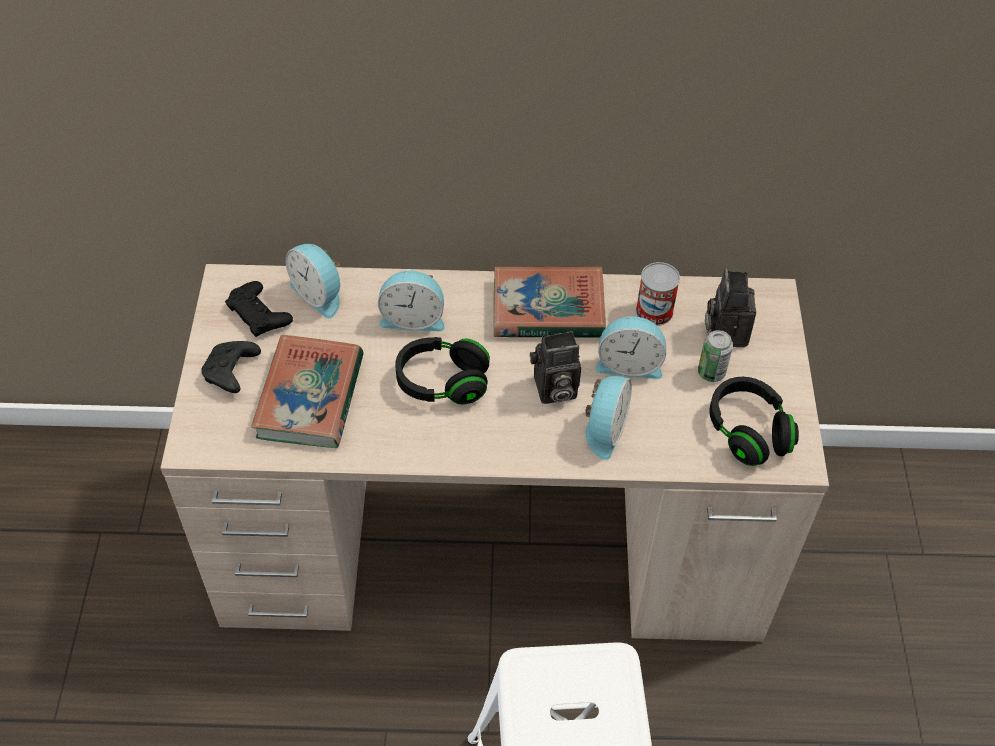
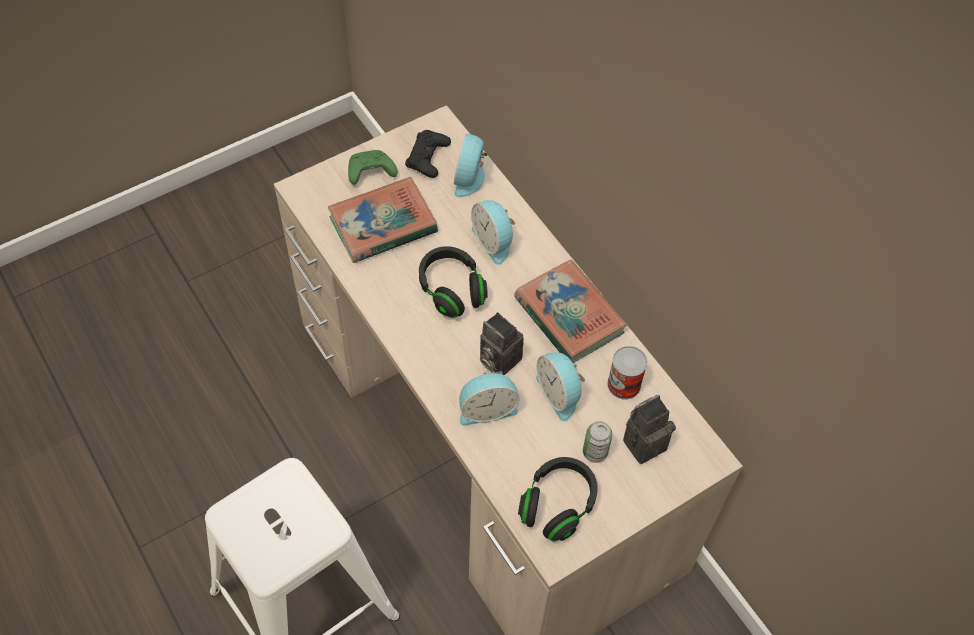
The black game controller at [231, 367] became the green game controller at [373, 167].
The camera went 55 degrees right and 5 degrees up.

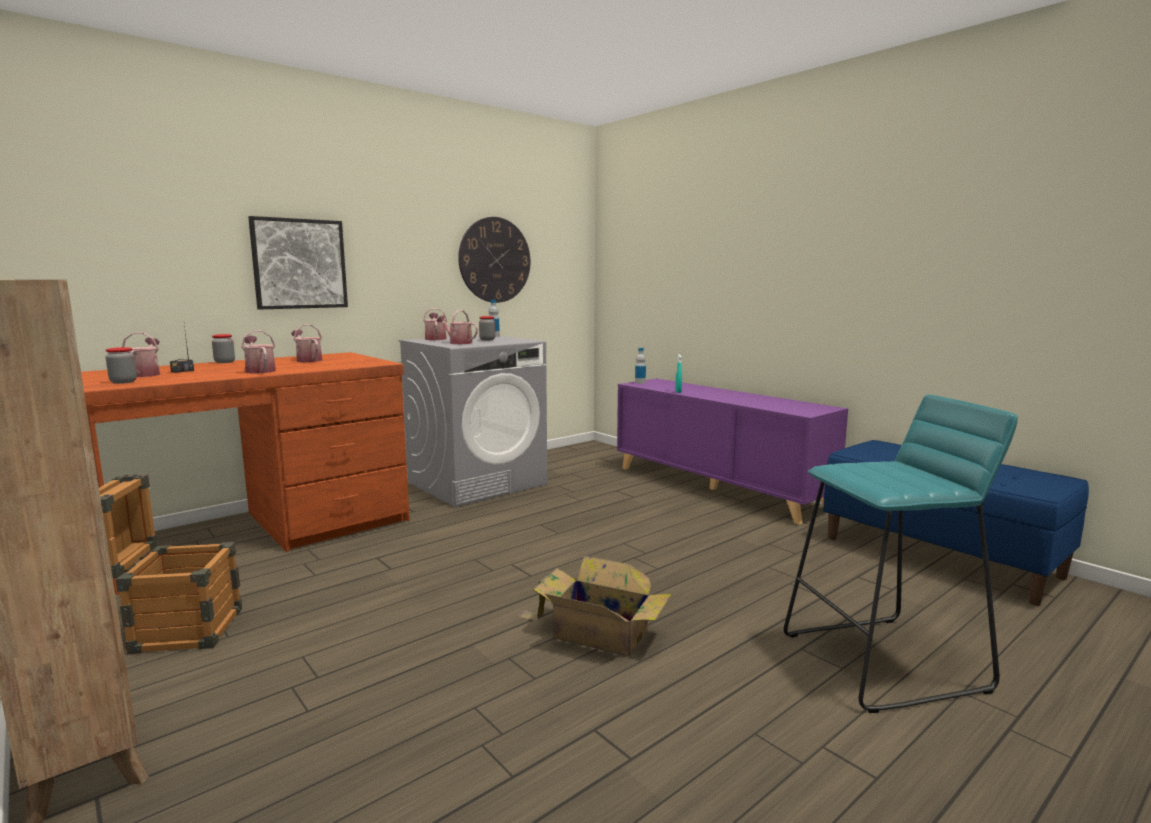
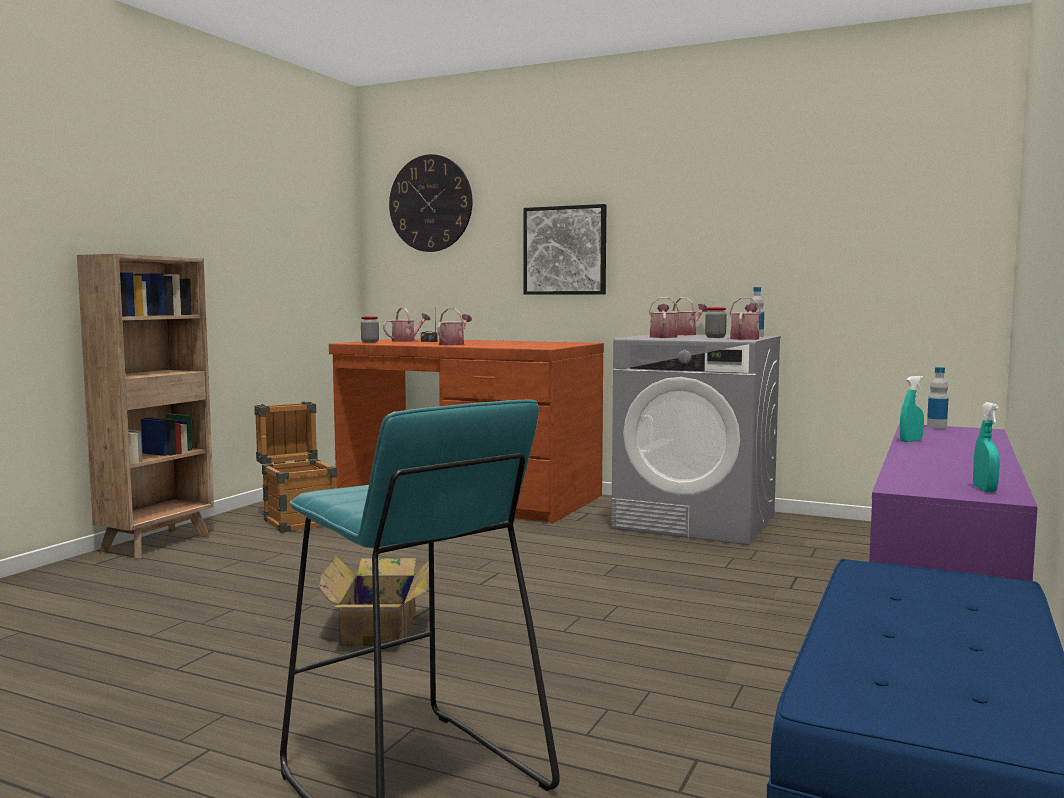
The wall clock moved from [494, 260] to [430, 203].
The watering can moved from [306, 343] to [745, 318].
The turquoise spray bottle at [986, 447] appeared.
The jar at [223, 348] disappeared.
The camera went 65 degrees right and 5 degrees down.

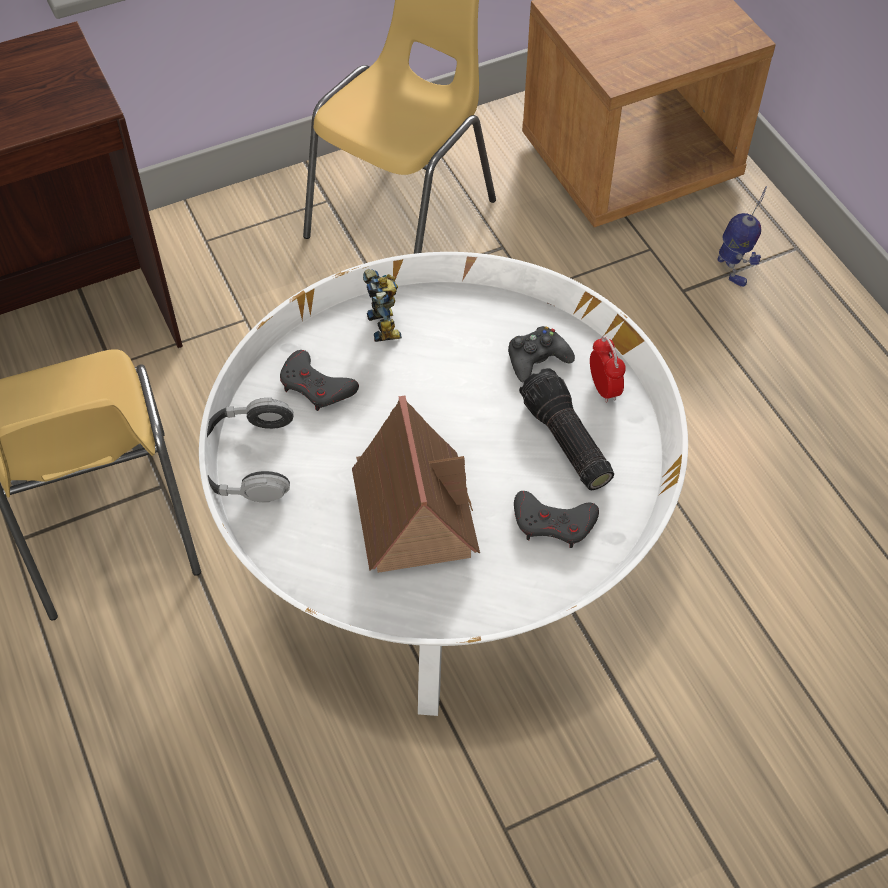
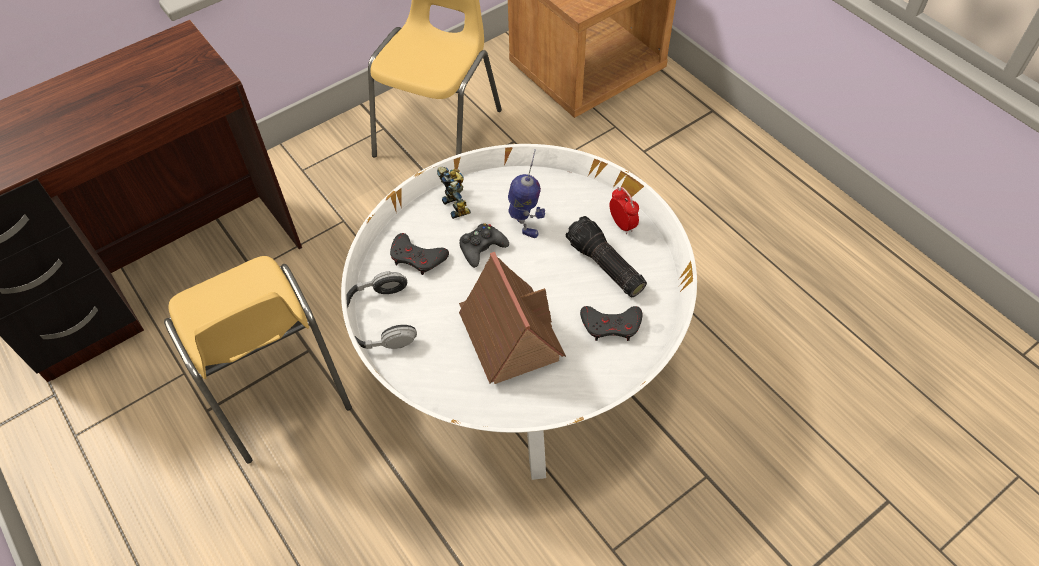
The black game controller moved from [541, 354] to [484, 245].
The toy robot moved from [742, 236] to [526, 193].
The camera went 10 degrees left and 0 degrees up.

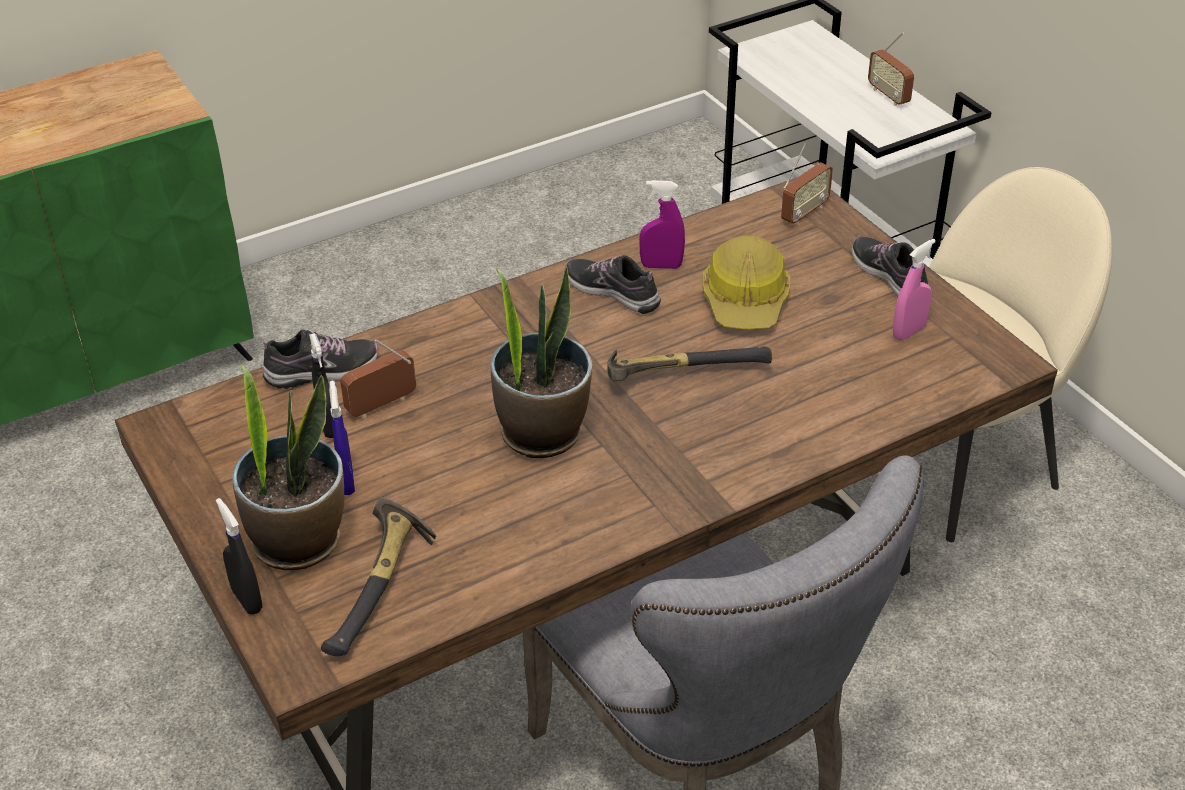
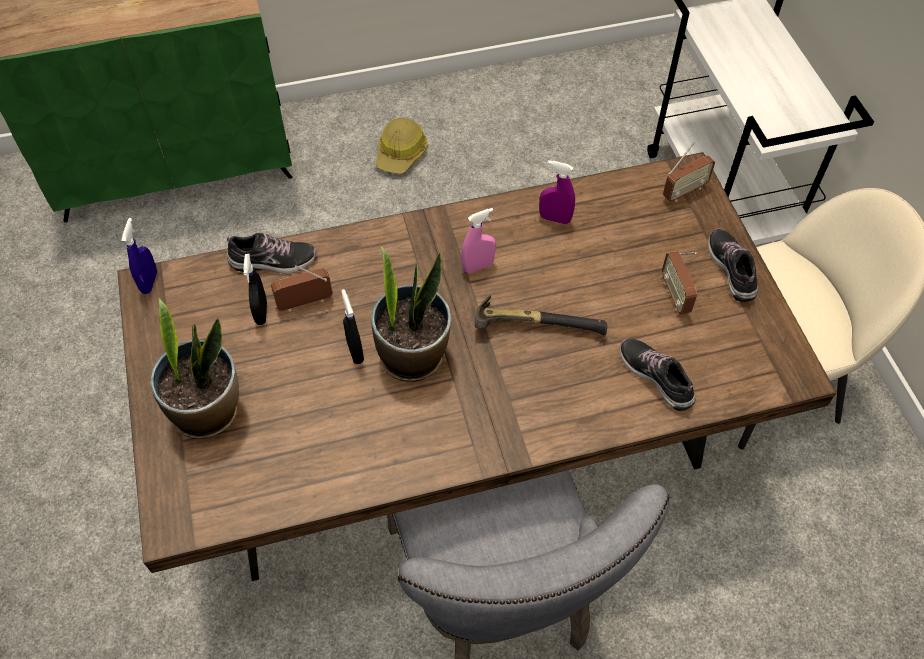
The blue spray bottle moved from [342, 438] to [139, 256].
The black spray bottle moved from [239, 556] to [352, 326].
The hard hat moved from [746, 282] to [402, 146].
The pink spray bottle moved from [914, 289] to [478, 240].
The shoe moved from [613, 284] to [657, 375].
The radio moved from [891, 69] to [679, 282].
The hammer at [378, 576] disappeared.
The camera went 15 degrees right and 15 degrees up.

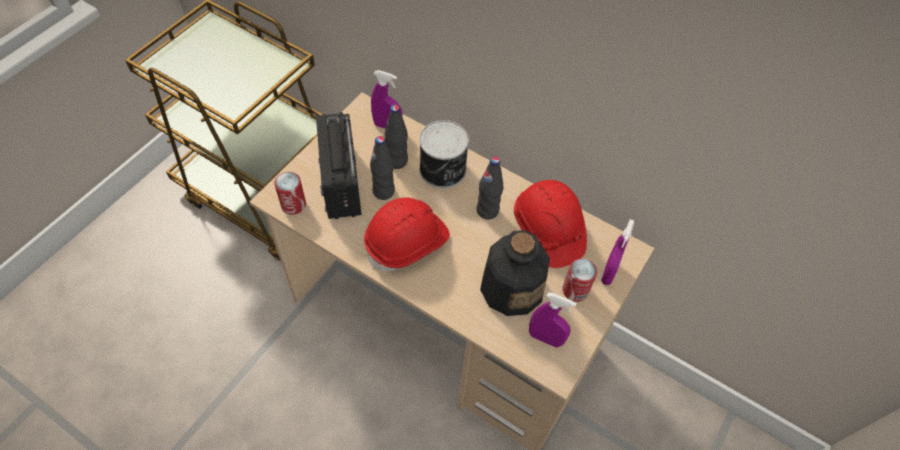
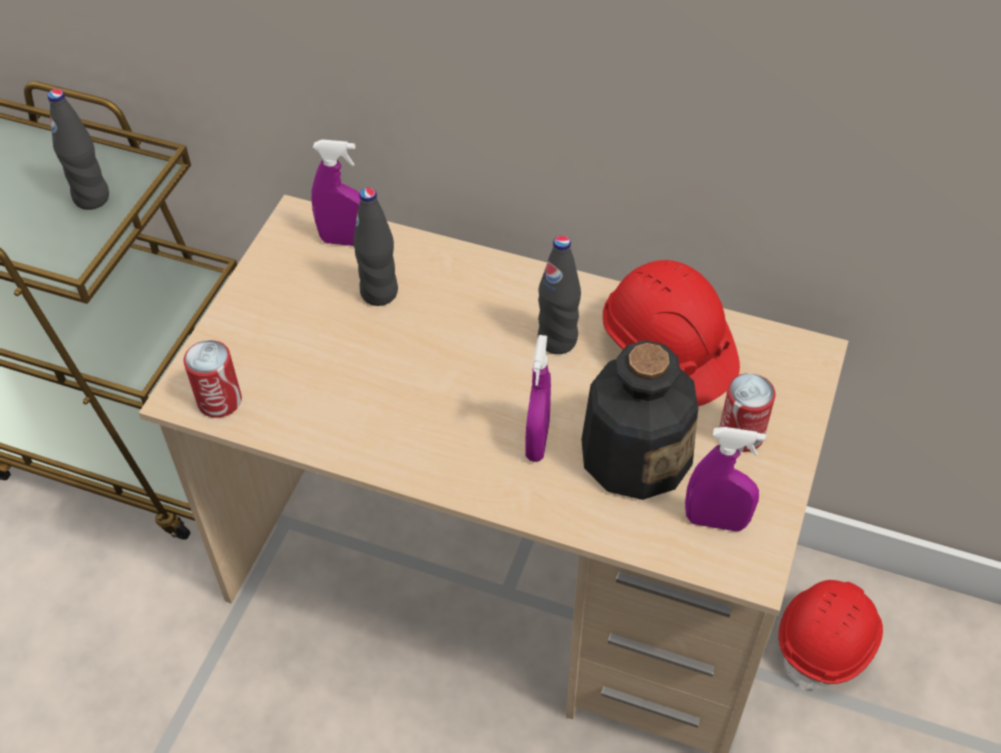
The black bottle moved from [382, 168] to [78, 149].
The purple spray bottle moved from [617, 252] to [538, 398].
The red hard hat moved from [407, 234] to [830, 635].
The radio at [339, 165] disappeared.
The can at [444, 154] disappeared.
The camera went 10 degrees left and 5 degrees down.

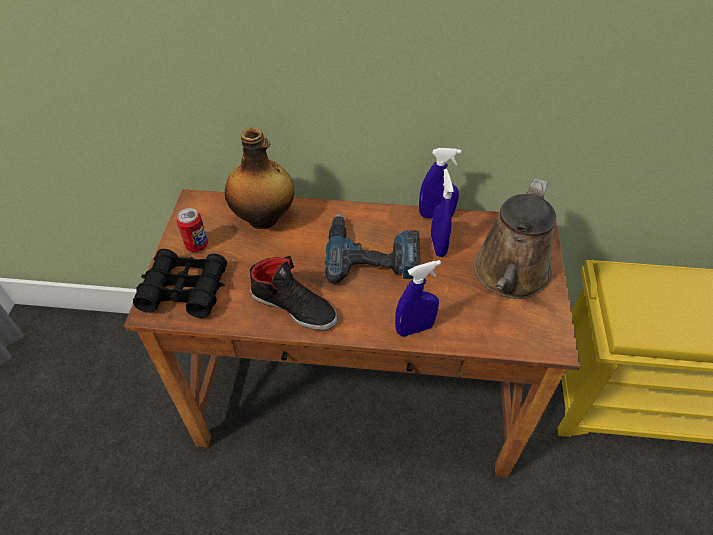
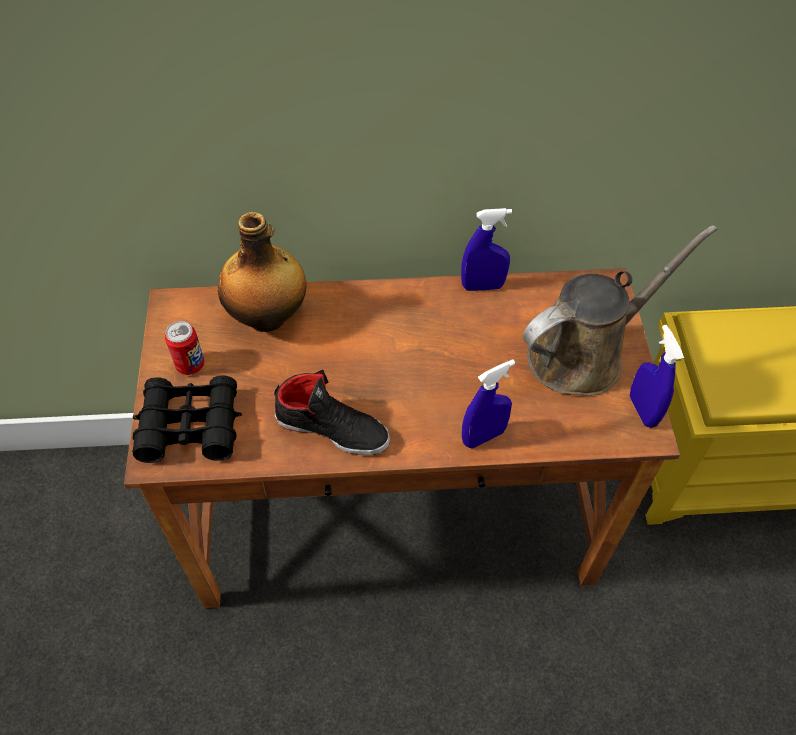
The brown watering can at [515, 238] turned 135 degrees counterclockwise.
The blue spray bottle moved from [442, 213] to [657, 376].
The power drill at [372, 248] disappeared.
The camera went 10 degrees left and 5 degrees up.

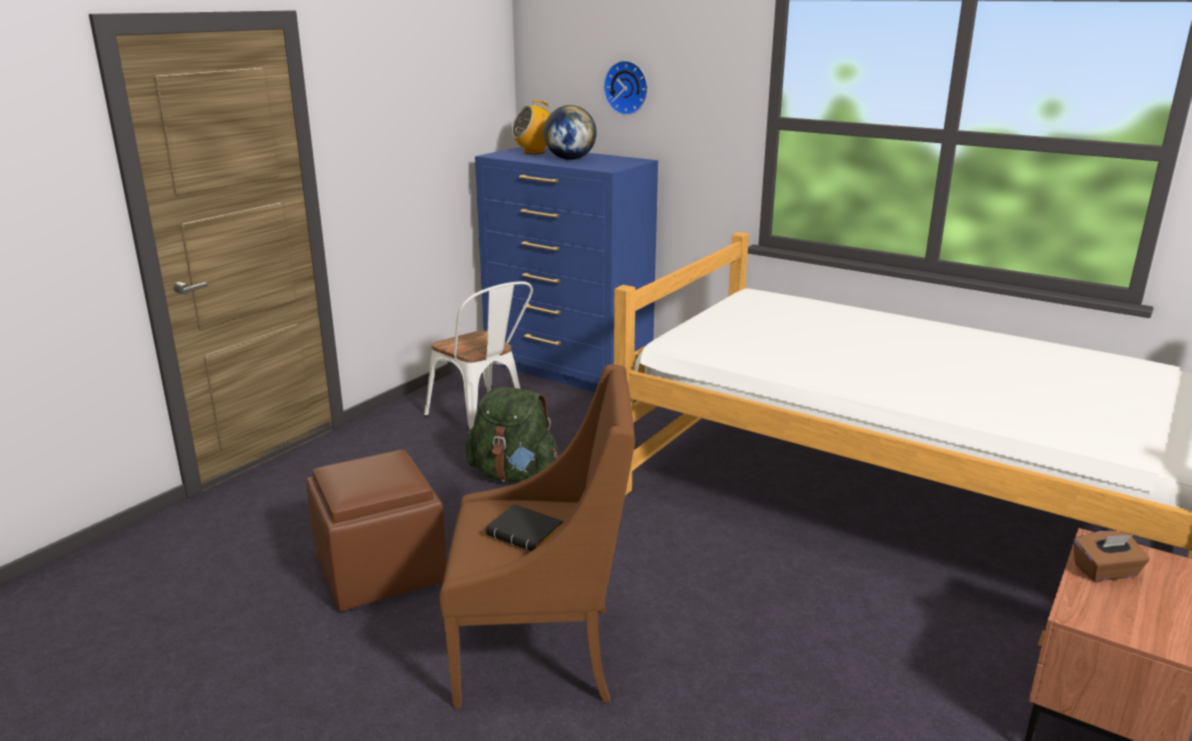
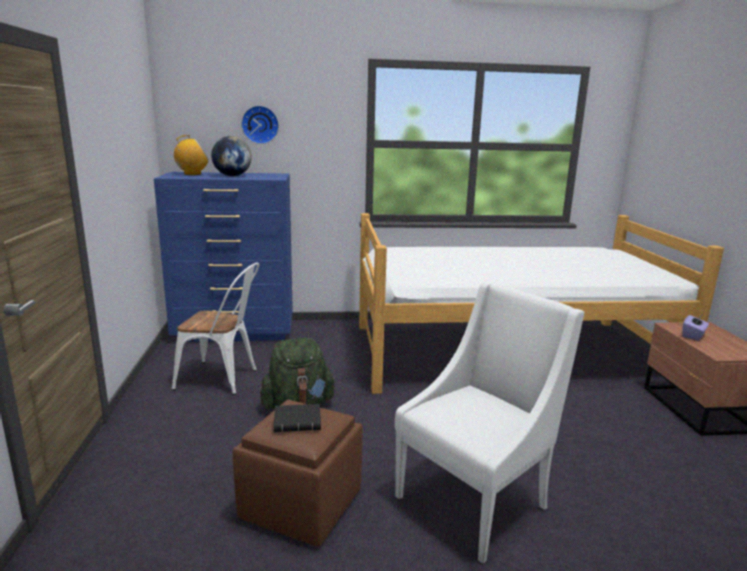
The radio at [530, 127] turned 135 degrees counterclockwise.
The black book moved from [524, 527] to [297, 418].
The brown armchair at [537, 536] became the white armchair at [489, 423].
The brown tissue box at [1112, 556] became the purple tissue box at [695, 327].
The camera went 40 degrees left and 5 degrees down.

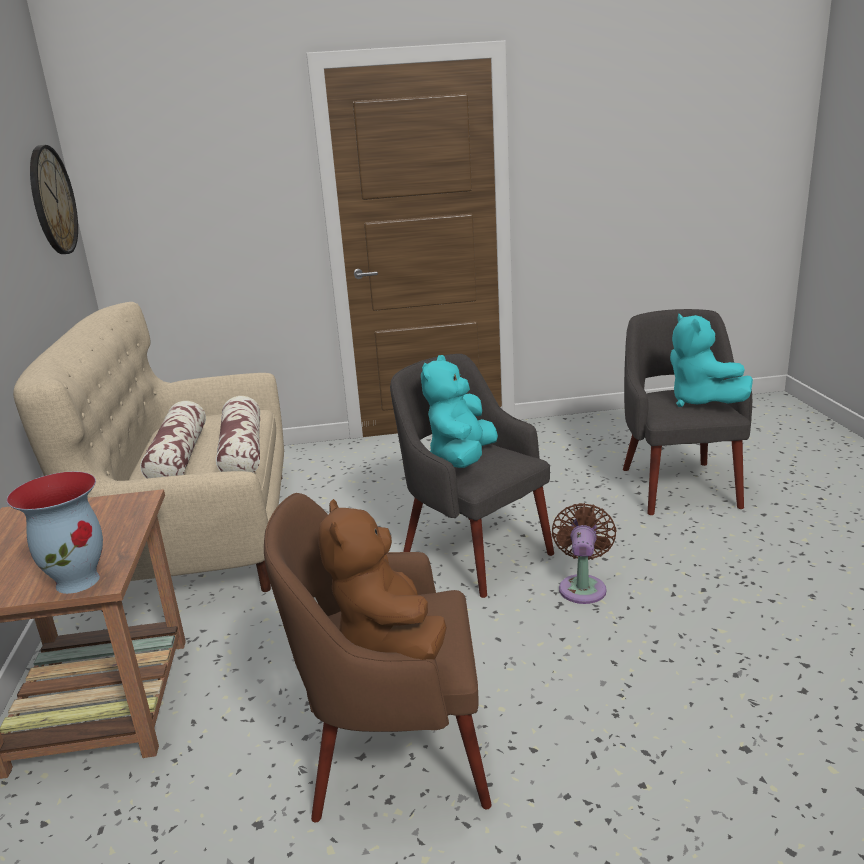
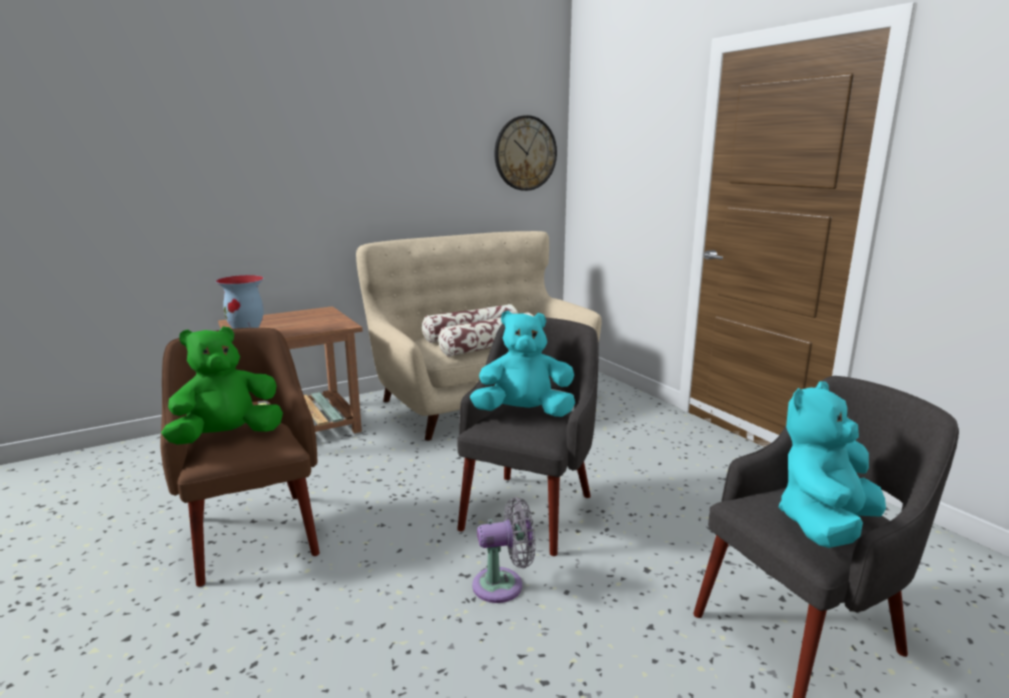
The brown plush toy at [383, 579] became the green plush toy at [222, 386].
The brown fan at [584, 553] became the grey fan at [504, 550].
The camera went 65 degrees right and 5 degrees down.

